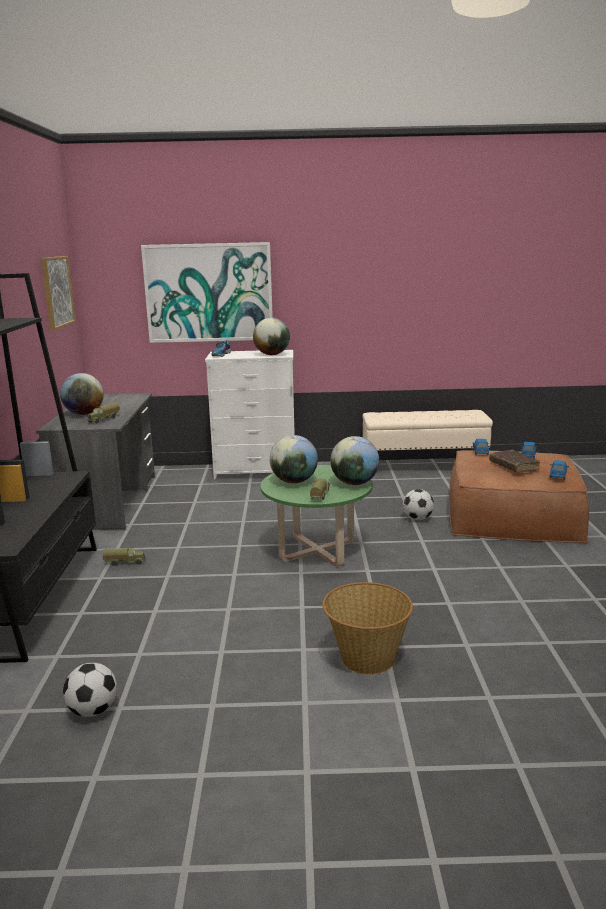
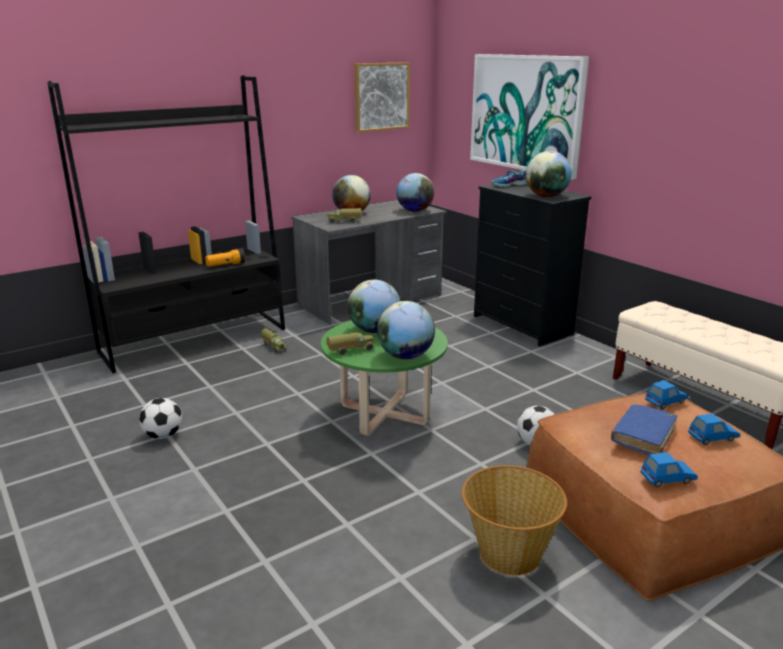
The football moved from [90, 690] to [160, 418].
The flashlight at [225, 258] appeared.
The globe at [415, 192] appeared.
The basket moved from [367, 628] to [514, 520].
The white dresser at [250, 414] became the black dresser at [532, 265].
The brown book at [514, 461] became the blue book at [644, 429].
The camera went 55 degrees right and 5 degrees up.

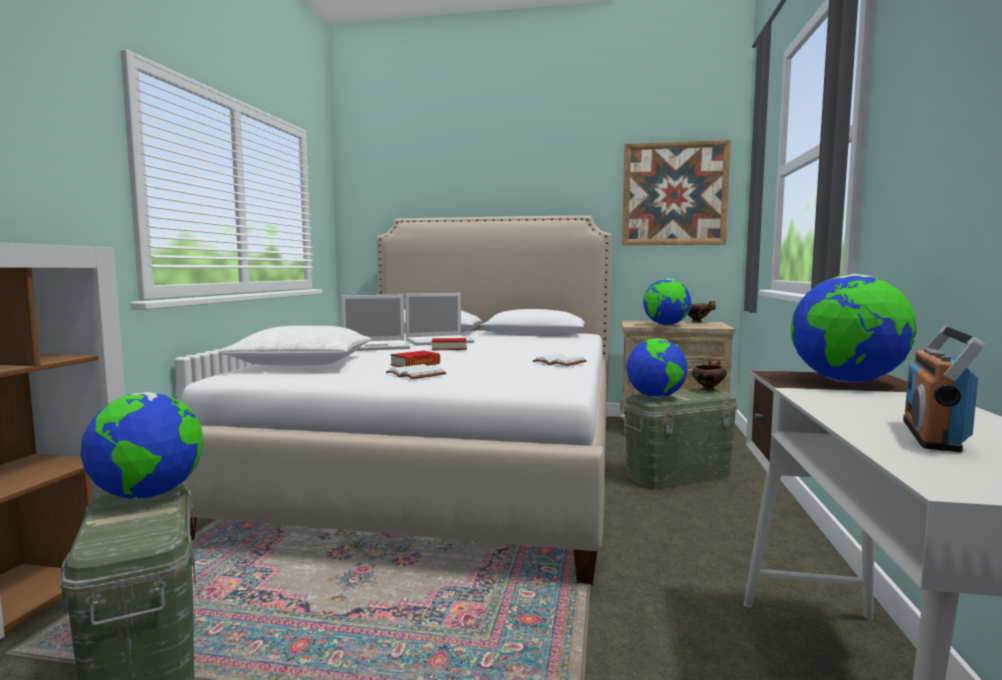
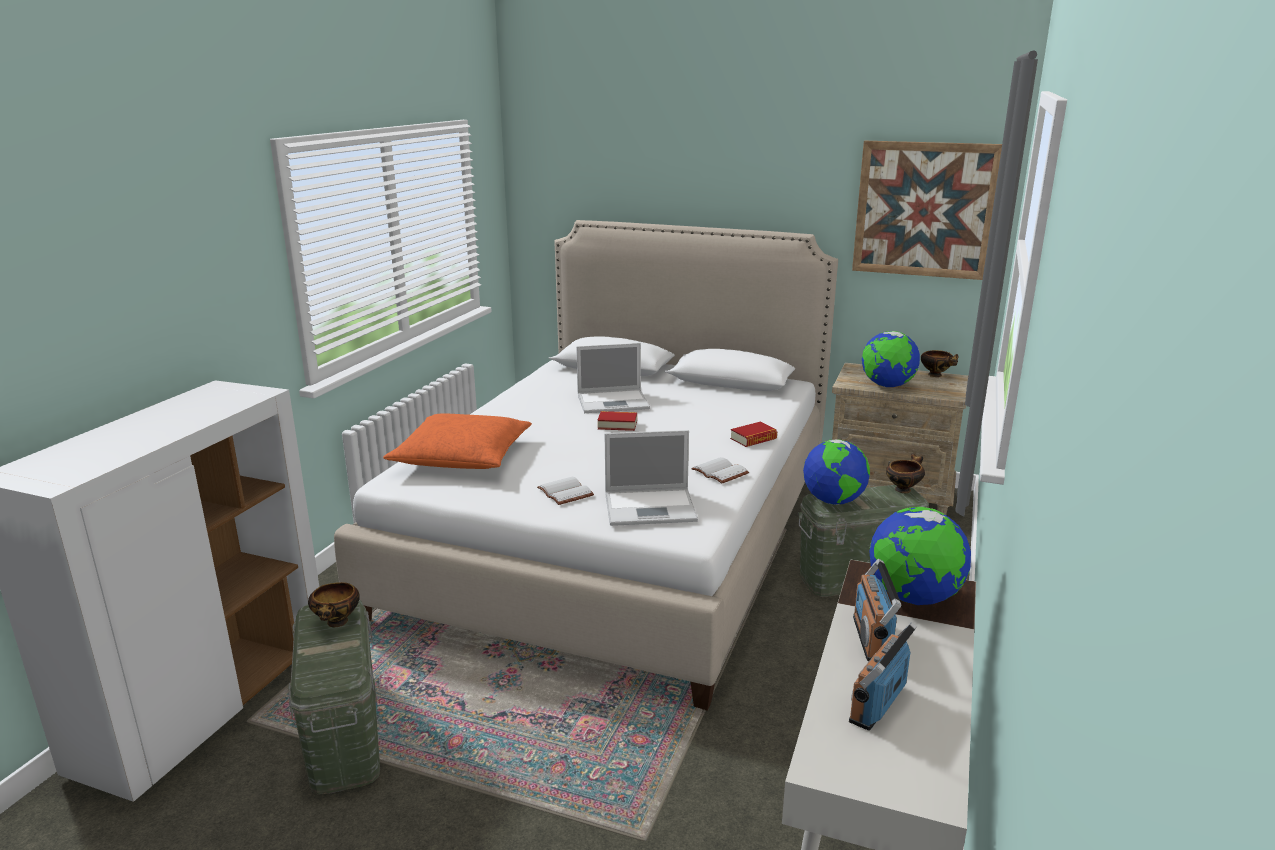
The globe at [141, 445] was replaced by the bowl at [334, 604].
The white pillow at [295, 346] became the orange pillow at [457, 441].
The laptop moved from [375, 323] to [651, 478].
The book moved from [415, 359] to [753, 434].
The radio at [877, 610] appeared.
The camera went 10 degrees right and 15 degrees up.

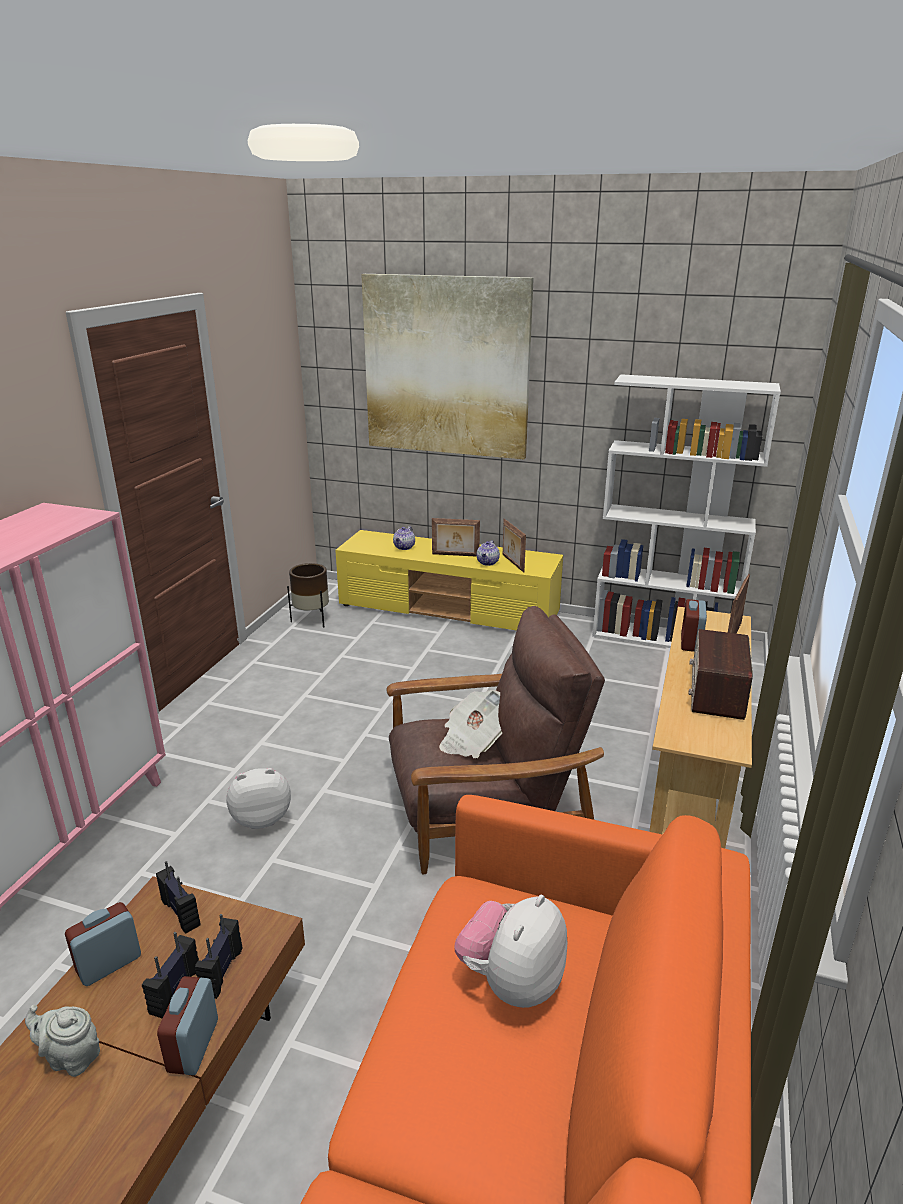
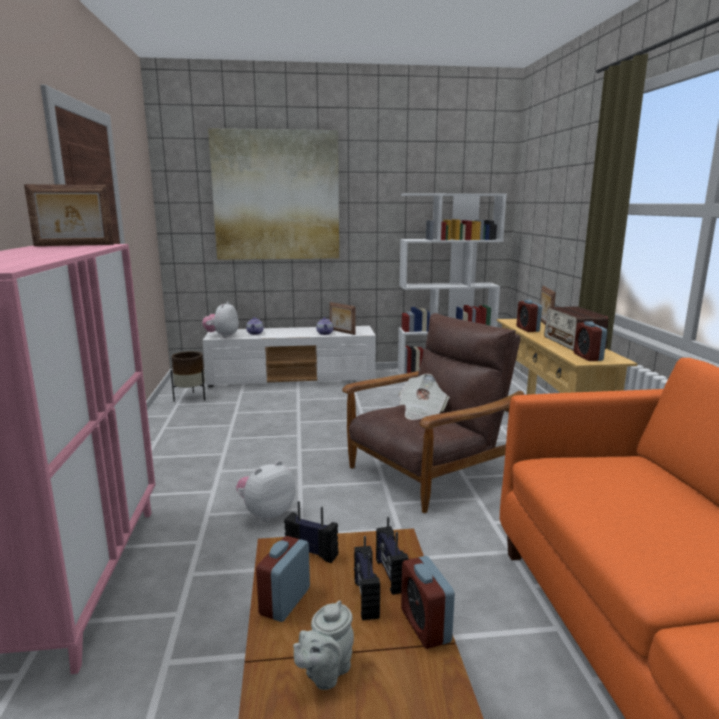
The picture frame moved from [456, 537] to [69, 215].
The plush toy moved from [511, 951] to [220, 320].
The yellow tv stand at [449, 580] became the white tv stand at [289, 356].
The grey teapot at [62, 1041] turned 45 degrees counterclockwise.
The alarm clock at [590, 341] appeared.
The camera went 25 degrees left and 10 degrees down.

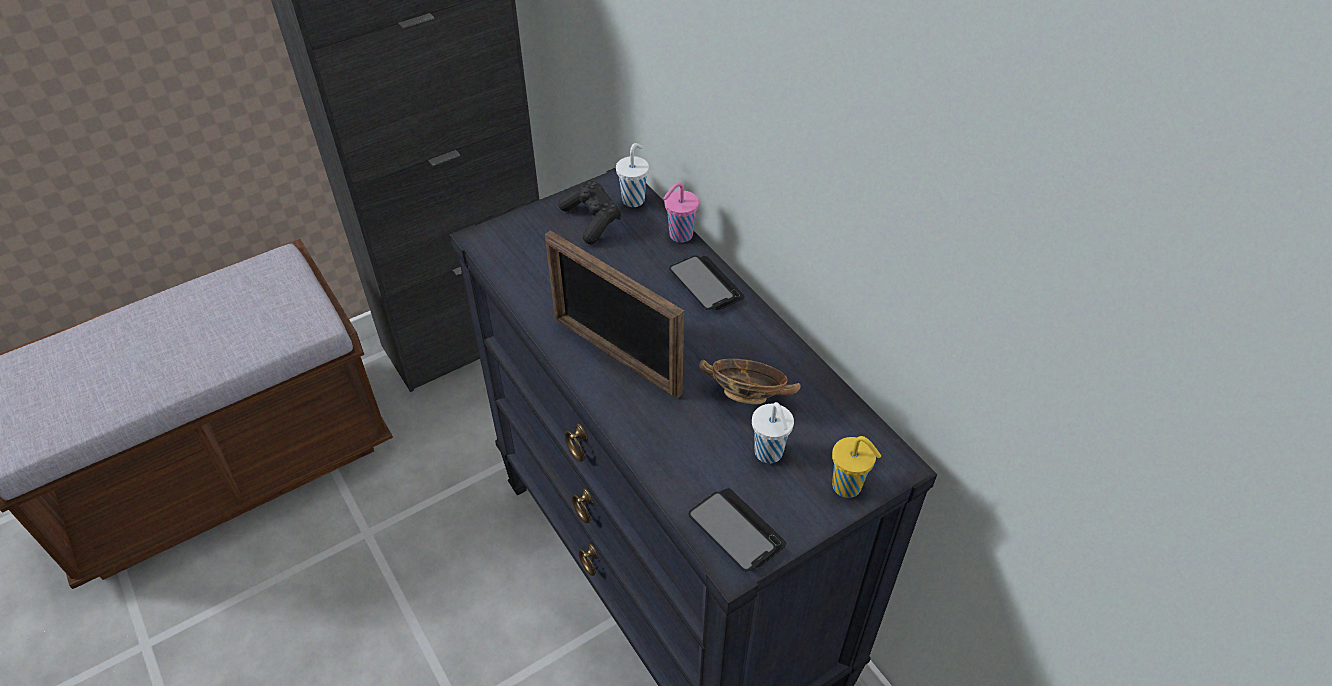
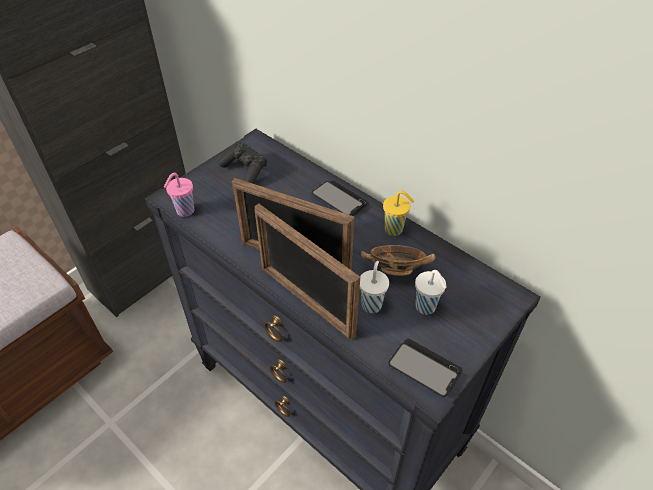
The pink cup moved from [681, 212] to [179, 195].
The picture frame at [307, 271] appeared.
The white cup moved from [632, 175] to [374, 287].
The yellow cup moved from [856, 467] to [398, 213].
The camera went 15 degrees left and 0 degrees up.

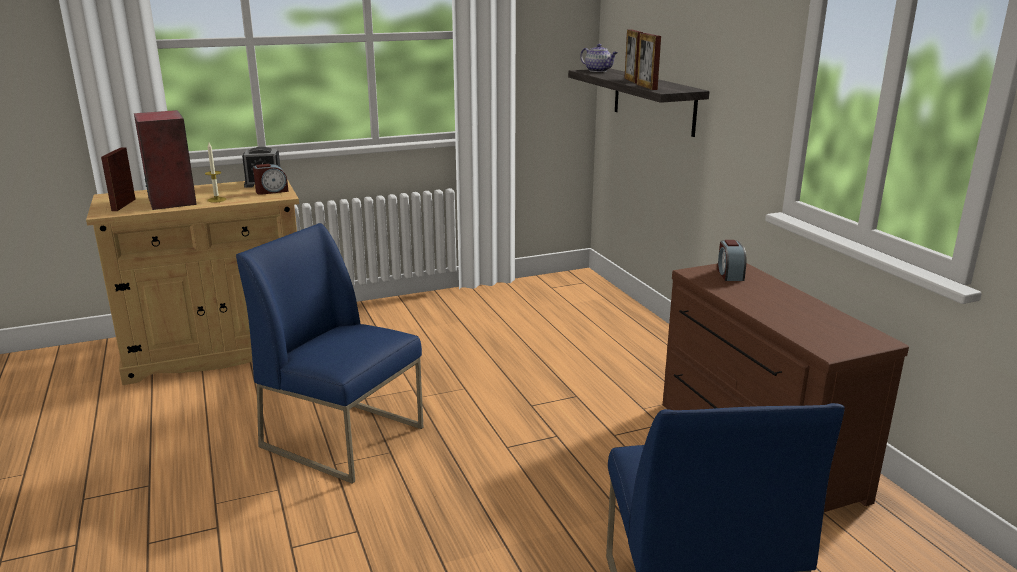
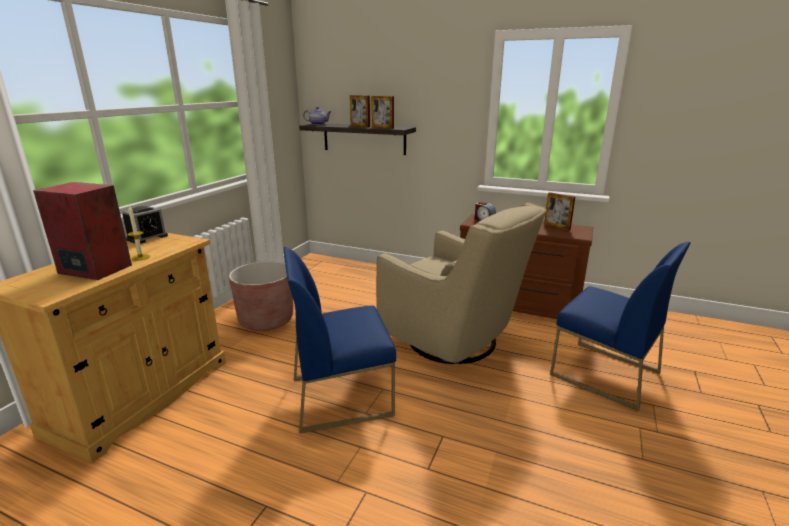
The brown planter at [261, 296] appeared.
The beige armchair at [461, 283] appeared.
The picture frame moved from [118, 179] to [559, 211].
The alarm clock at [271, 179] disappeared.
The camera went 45 degrees left and 0 degrees up.

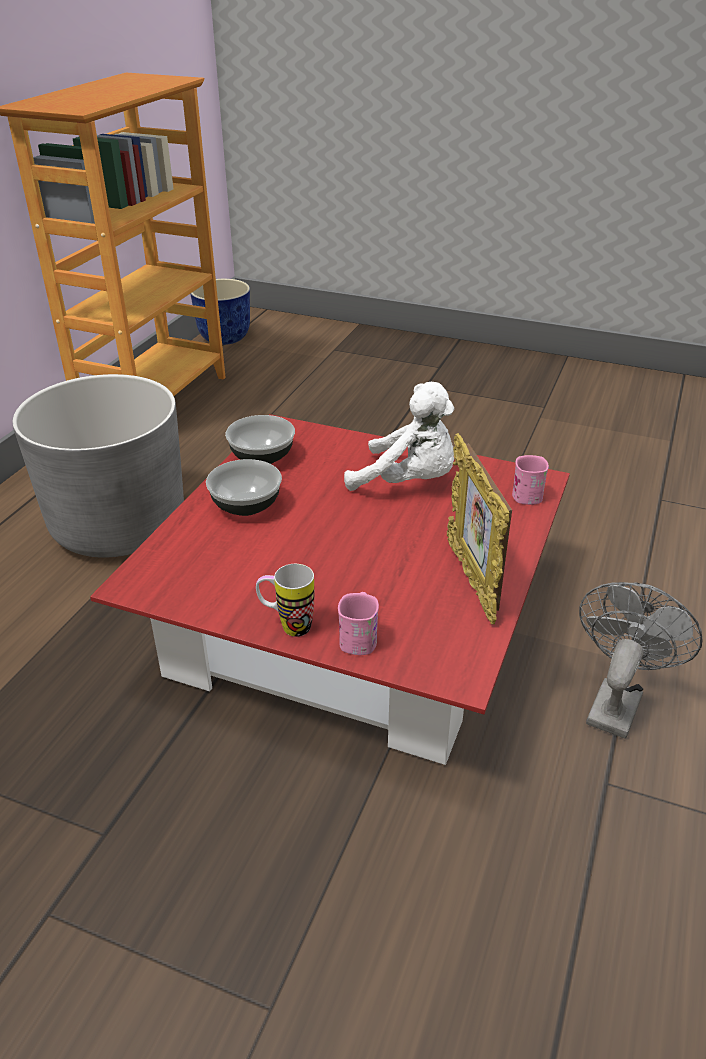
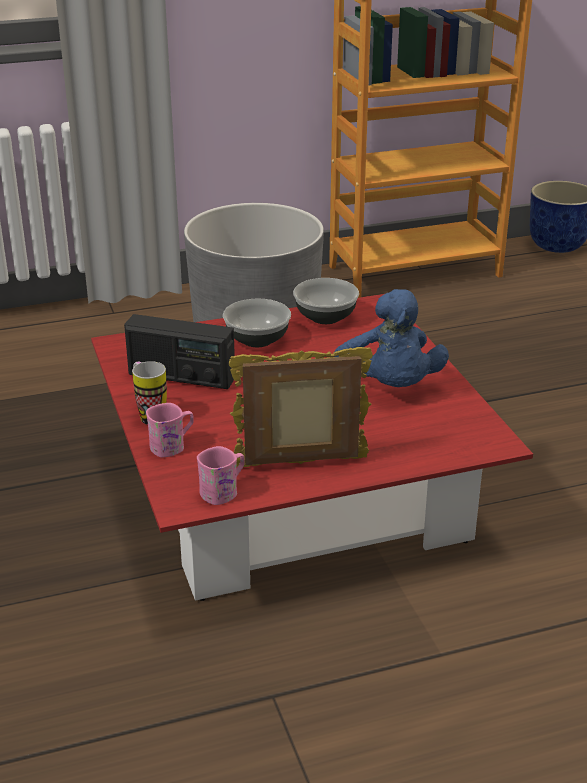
The radio at [179, 351] appeared.
The pink mug moved from [530, 480] to [221, 475].
The picture frame at [479, 528] turned 45 degrees clockwise.
The white plush toy at [399, 436] became the blue plush toy at [392, 338].
The grey fan at [641, 660] disappeared.
The camera went 50 degrees right and 5 degrees down.

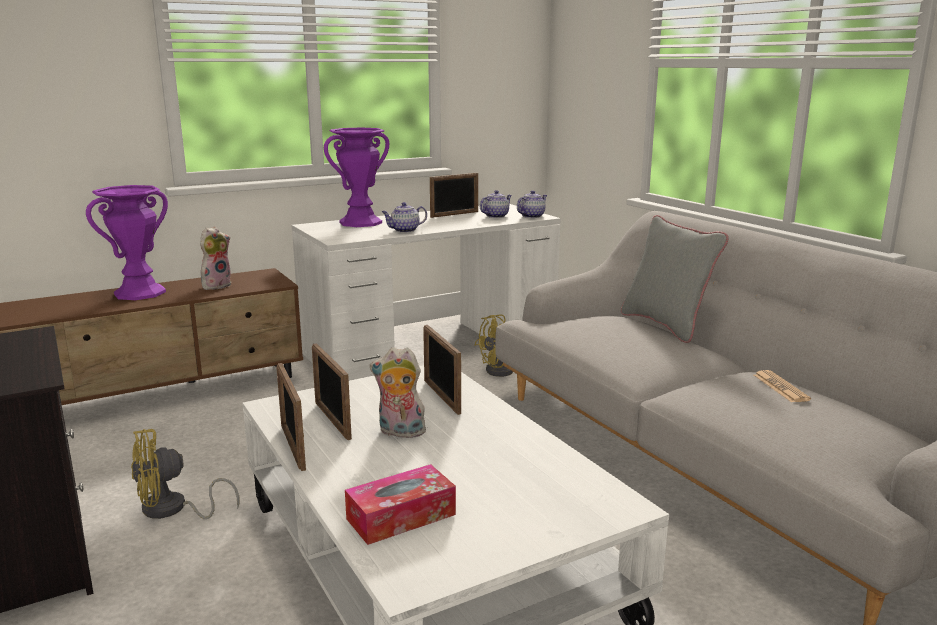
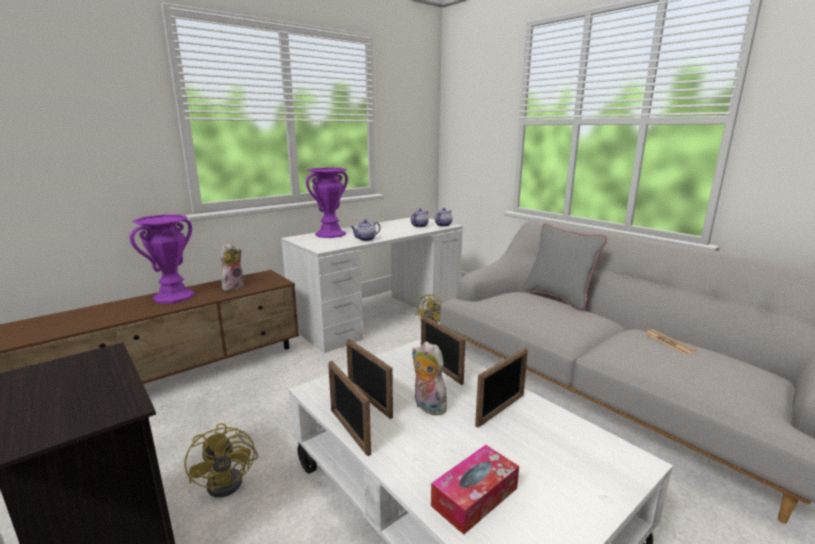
The yellow fan at [185, 474] turned 75 degrees counterclockwise.
The plush toy at [399, 392] turned 45 degrees clockwise.
The picture frame moved from [454, 195] to [501, 388].
The camera went 10 degrees left and 0 degrees up.

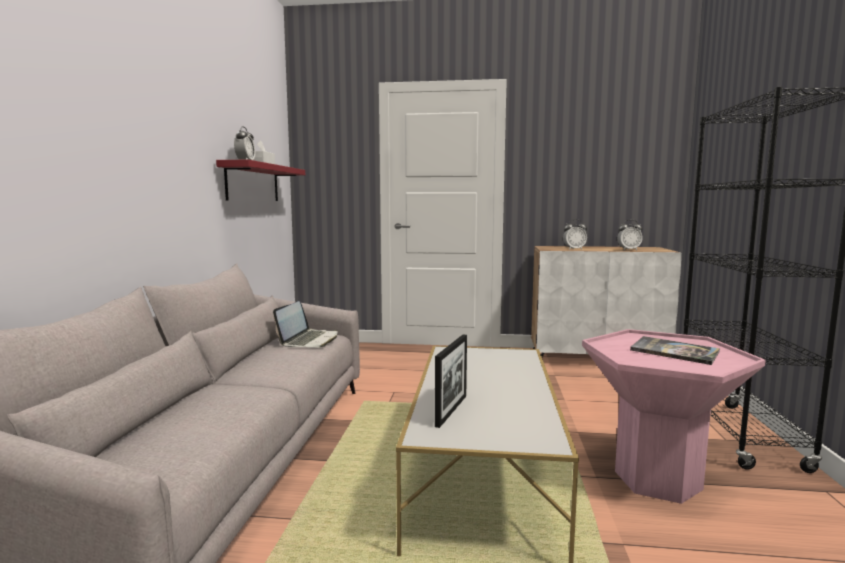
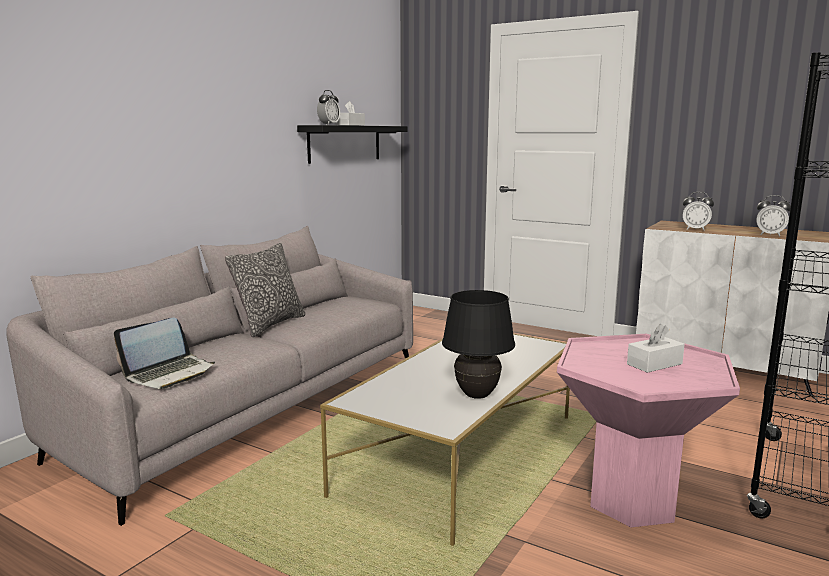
The laptop moved from [305, 324] to [164, 353].
The pillow at [265, 290] appeared.
The red shelf at [260, 180] became the black shelf at [352, 144].
The black table lamp at [478, 344] appeared.
The book at [675, 350] was replaced by the white tissue box at [656, 348].
The picture frame at [451, 381] disappeared.
The camera went 25 degrees right and 5 degrees up.

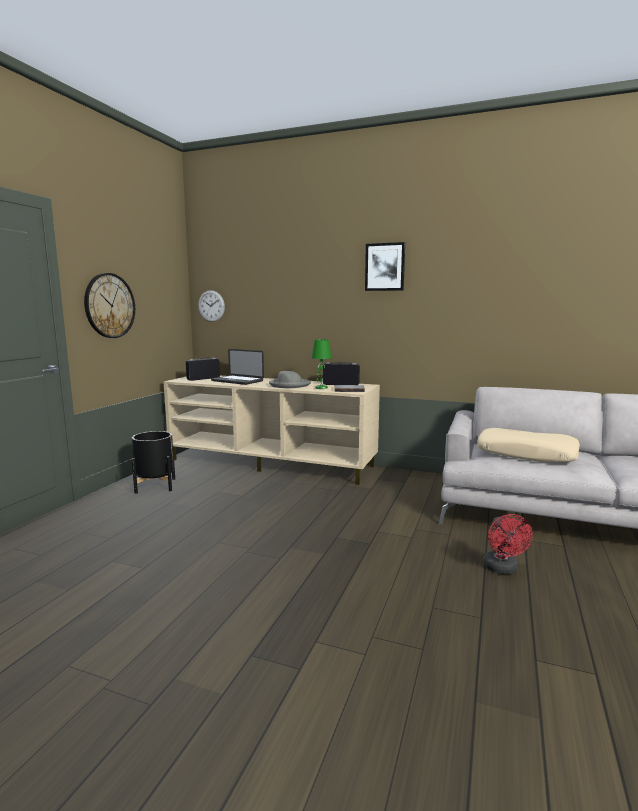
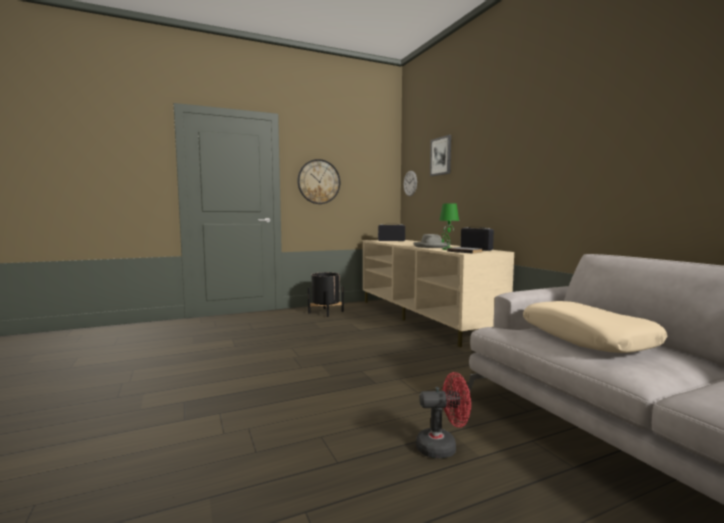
The red fan at [508, 544] turned 135 degrees counterclockwise.
The picture moved from [385, 266] to [440, 155].
The laptop at [237, 367] disappeared.
The camera went 45 degrees right and 5 degrees down.

